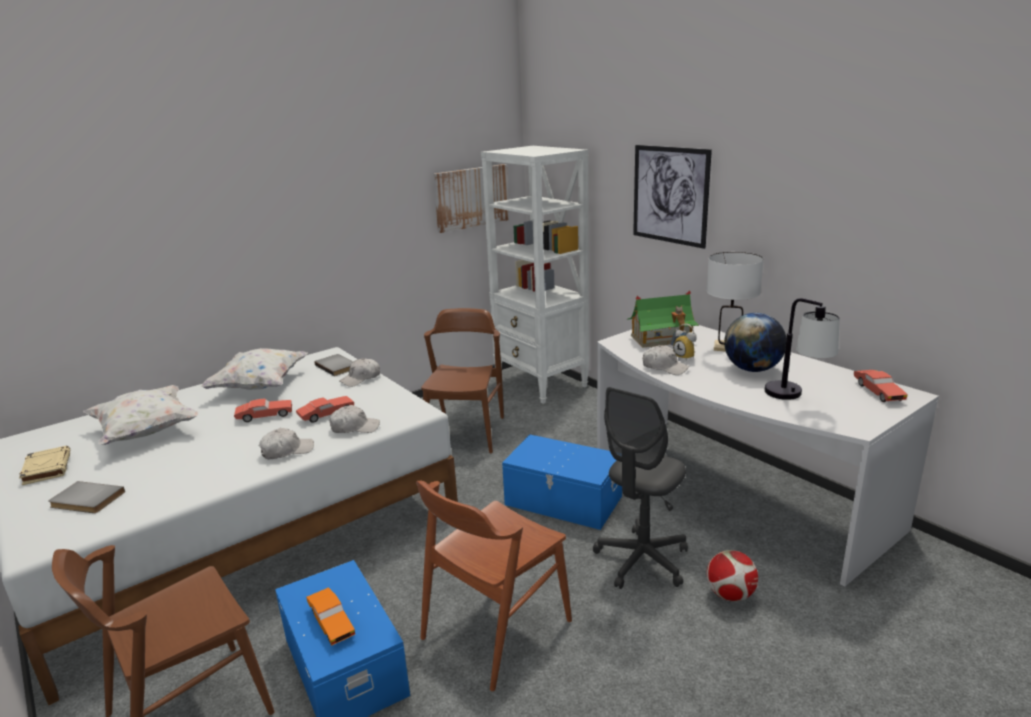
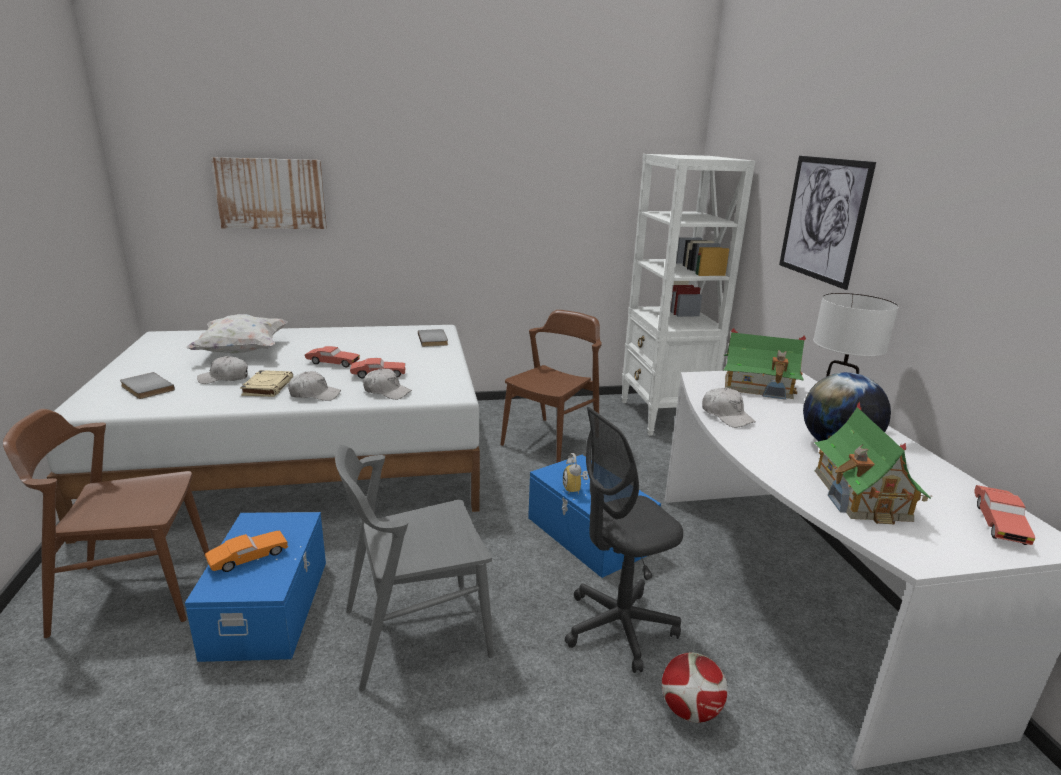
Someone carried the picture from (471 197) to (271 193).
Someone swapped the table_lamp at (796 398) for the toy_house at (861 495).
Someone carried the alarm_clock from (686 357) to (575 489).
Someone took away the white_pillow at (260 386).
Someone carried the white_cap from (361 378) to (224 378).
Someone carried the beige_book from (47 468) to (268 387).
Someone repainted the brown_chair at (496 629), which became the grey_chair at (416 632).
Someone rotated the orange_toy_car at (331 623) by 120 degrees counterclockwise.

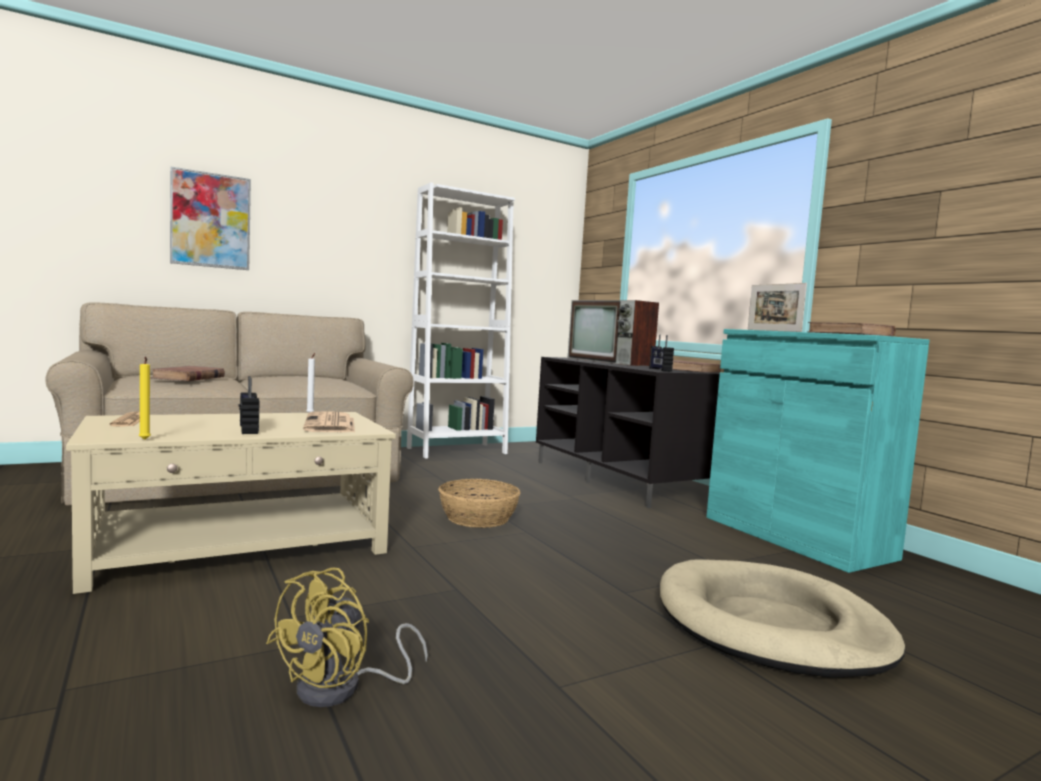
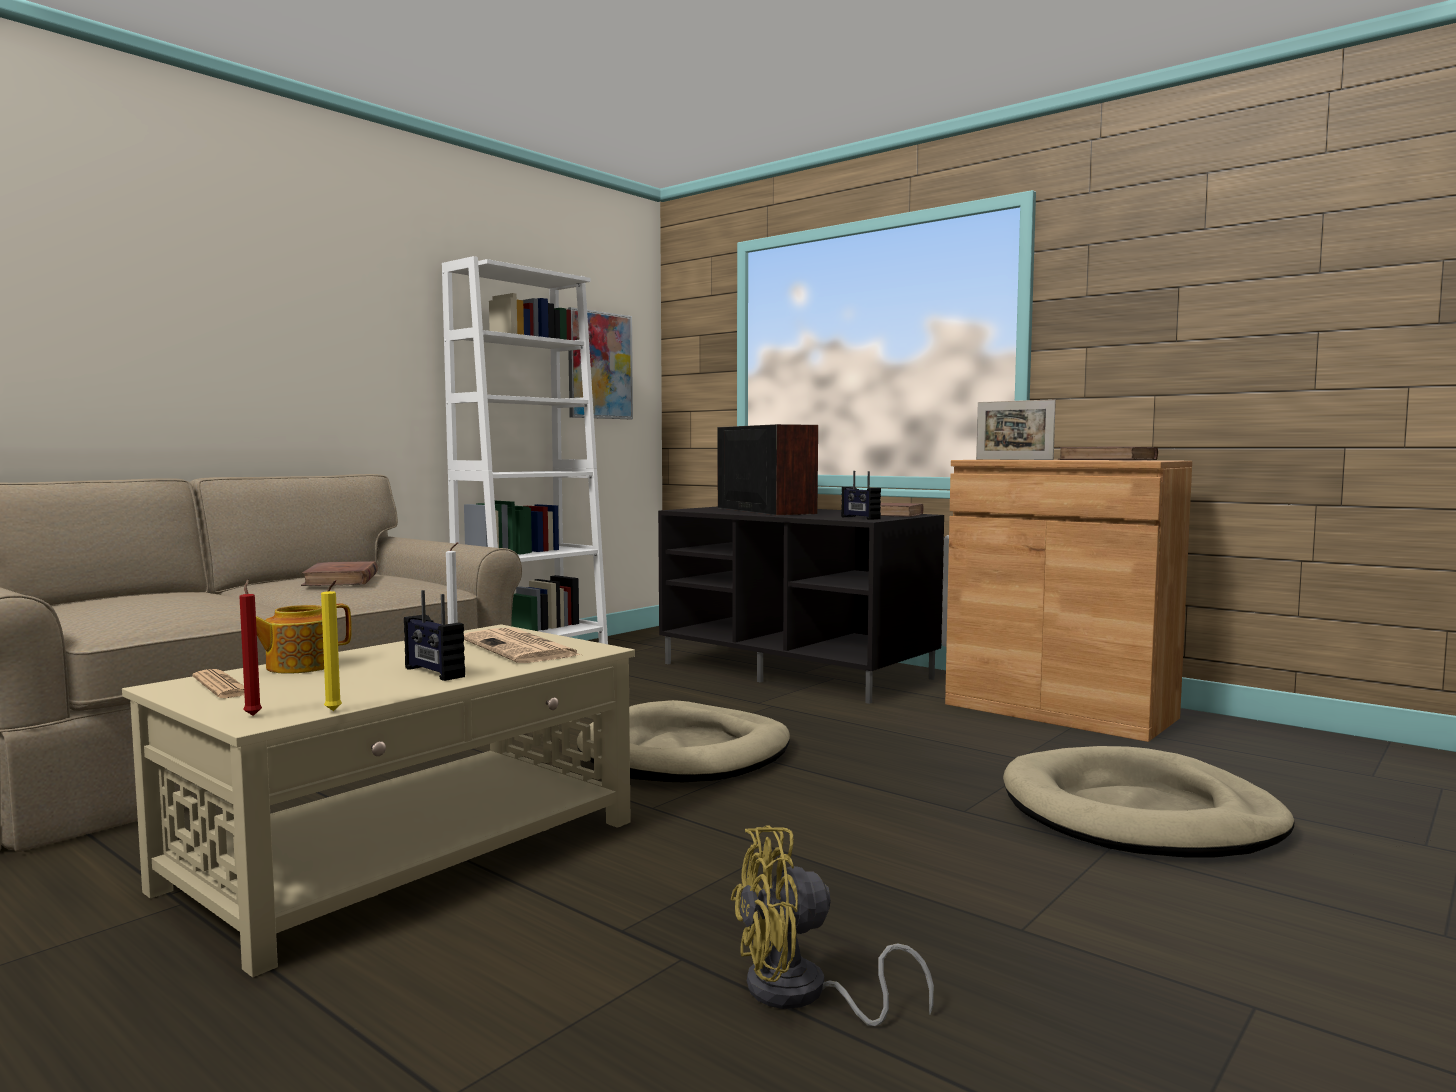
Someone carried the picture from (210 220) to (600 365).
Someone rotated the television at (610 362) by 150 degrees counterclockwise.
Someone repainted the turquoise_cabinet at (796 537), which became the brown_cabinet at (1059 711).
Someone carried the brown_book from (188 378) to (341 580).
Someone swapped the basket at (478 518) for the beige_dog_bed at (686 753).
Someone rotated the yellow_fan at (343 689) by 75 degrees clockwise.
Someone put down the red_candle at (253 715).
Someone put down the teapot at (299 666).

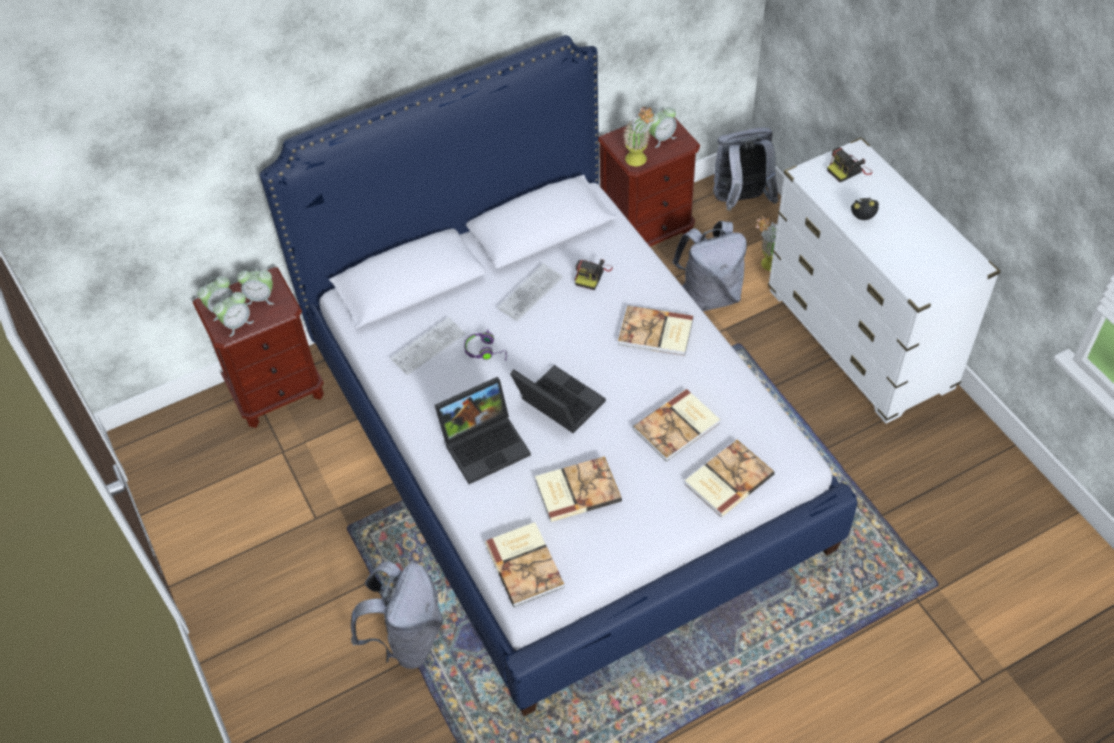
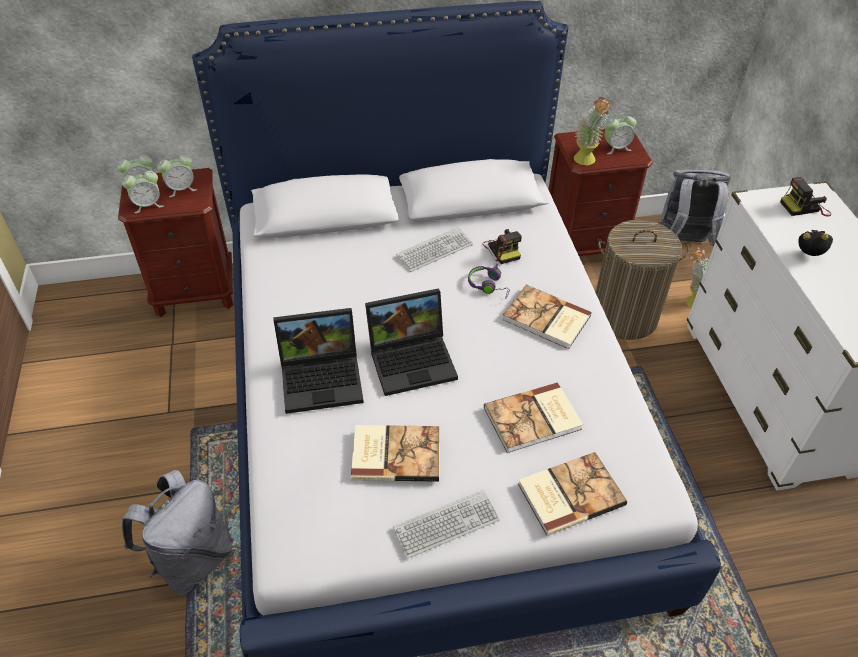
Someone swapped the grey_backpack at (709 296) for the laundry_basket at (624 316).
Someone rotated the photo_camera at (592 275) by 60 degrees counterclockwise.
Someone rotated the alarm_clock at (261 298) by 45 degrees counterclockwise.
Someone carried the keyboard from (428 347) to (446 524).
Someone carried the purple_headphones from (486 351) to (489 286).
Someone rotated the laptop at (556 404) by 105 degrees clockwise.
Someone took away the book at (526 564).

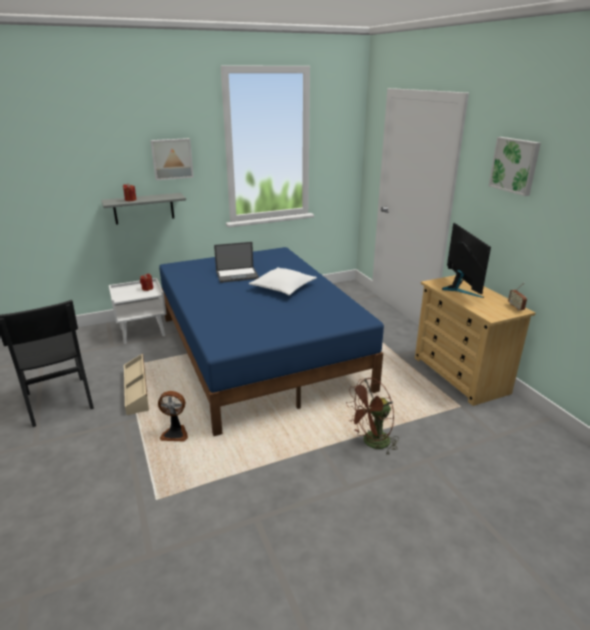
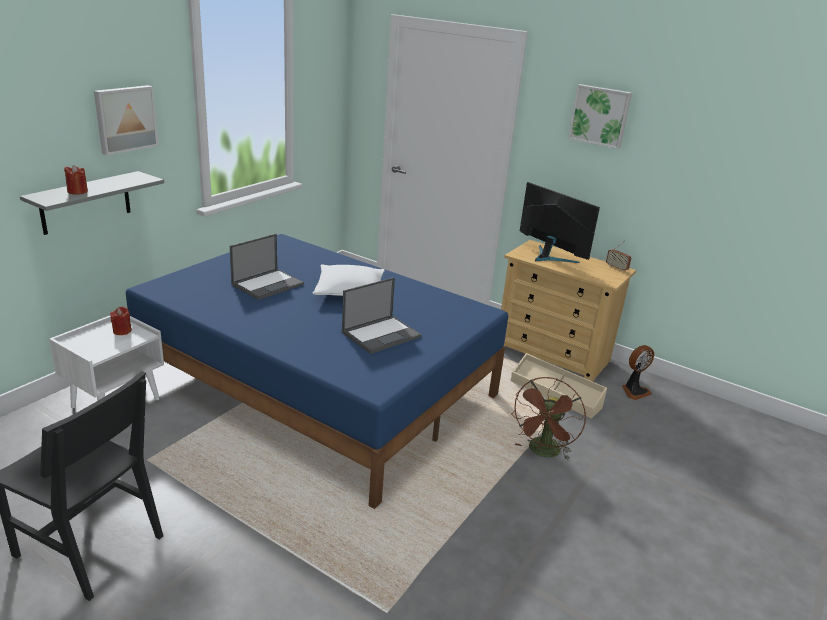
Someone carried the beige_storage_box from (137 390) to (556 394).
Someone carried the fan from (175 433) to (634 391).
Someone put down the laptop at (381 334).

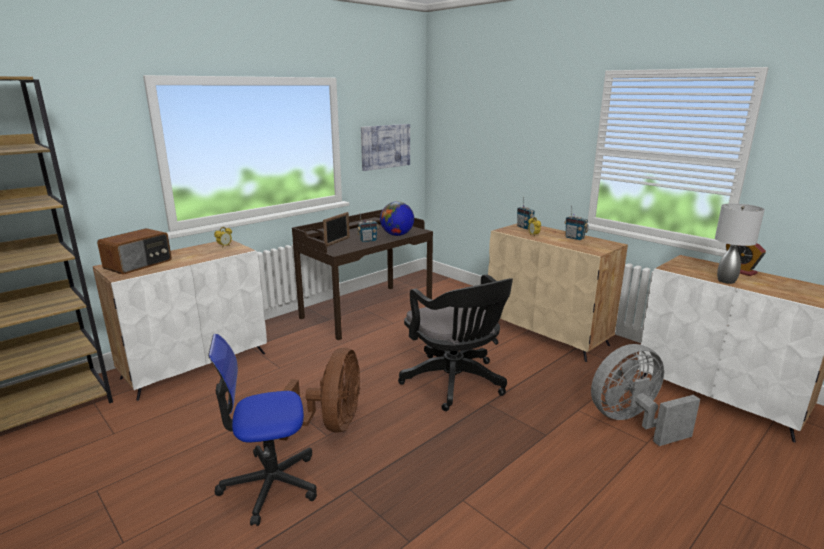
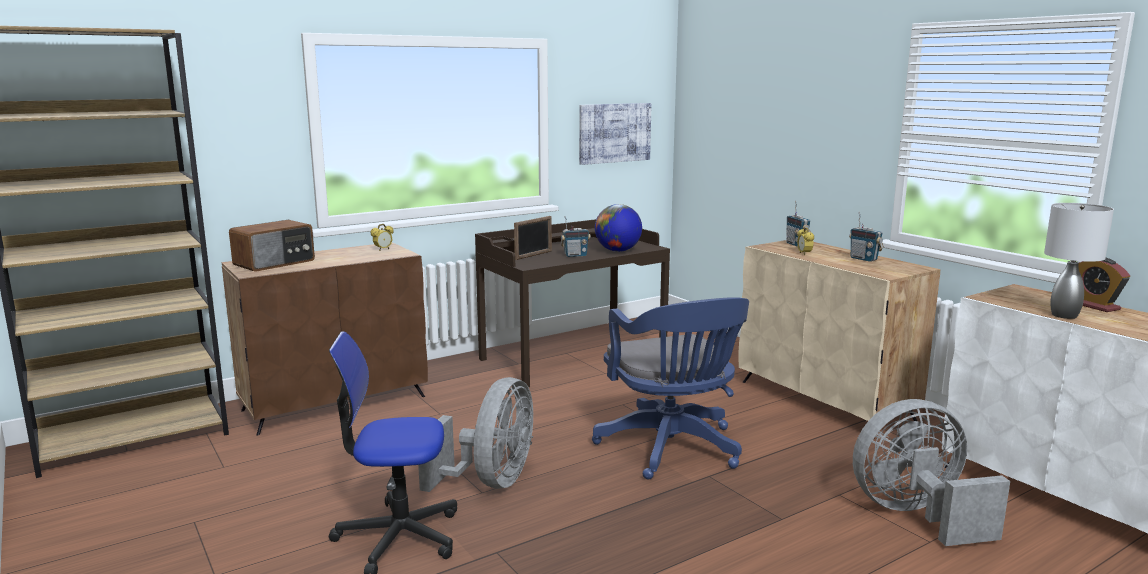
Someone repainted the white_cabinet at (196 365), which became the brown_cabinet at (336 403).
Someone repainted the black_office_chair at (456 384), which became the blue_office_chair at (672 450).
Someone repainted the brown_fan at (331 425), which became the grey_fan at (491 481).

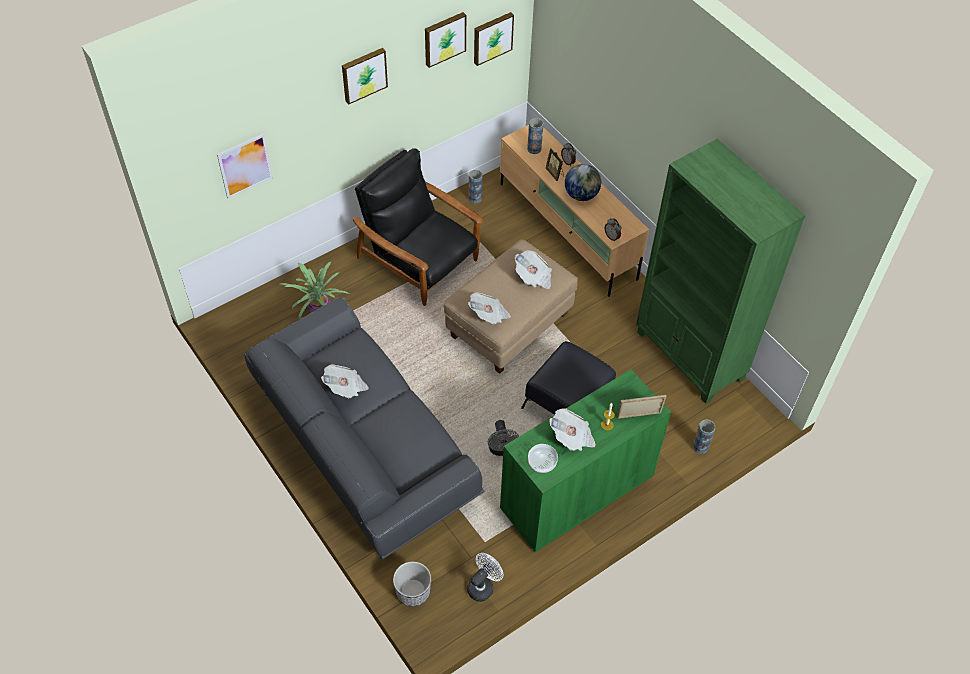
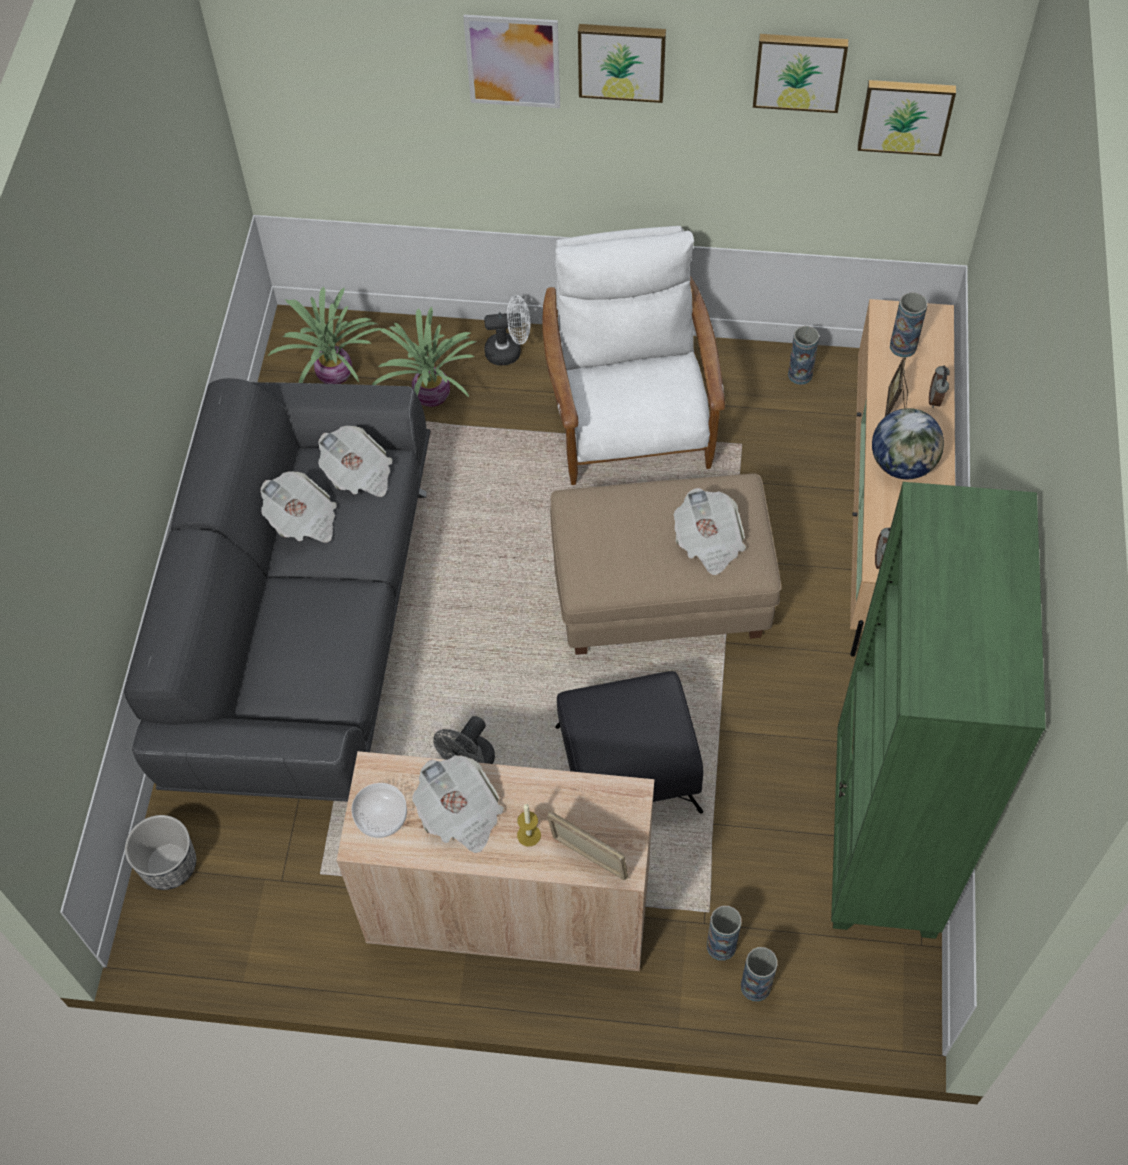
Someone carried the picture from (245 166) to (513 61).
Someone repainted the black_armchair at (419 260), which became the white_armchair at (629 414).
Someone carried the newspaper from (489 315) to (358 474).
Someone repainted the green_cabinet at (577 492), which became the beige_cabinet at (509 906).
Someone carried the white_fan from (483 586) to (509 351).
Someone put down the potted_plant at (335 373).
Someone put down the vase at (721 946).

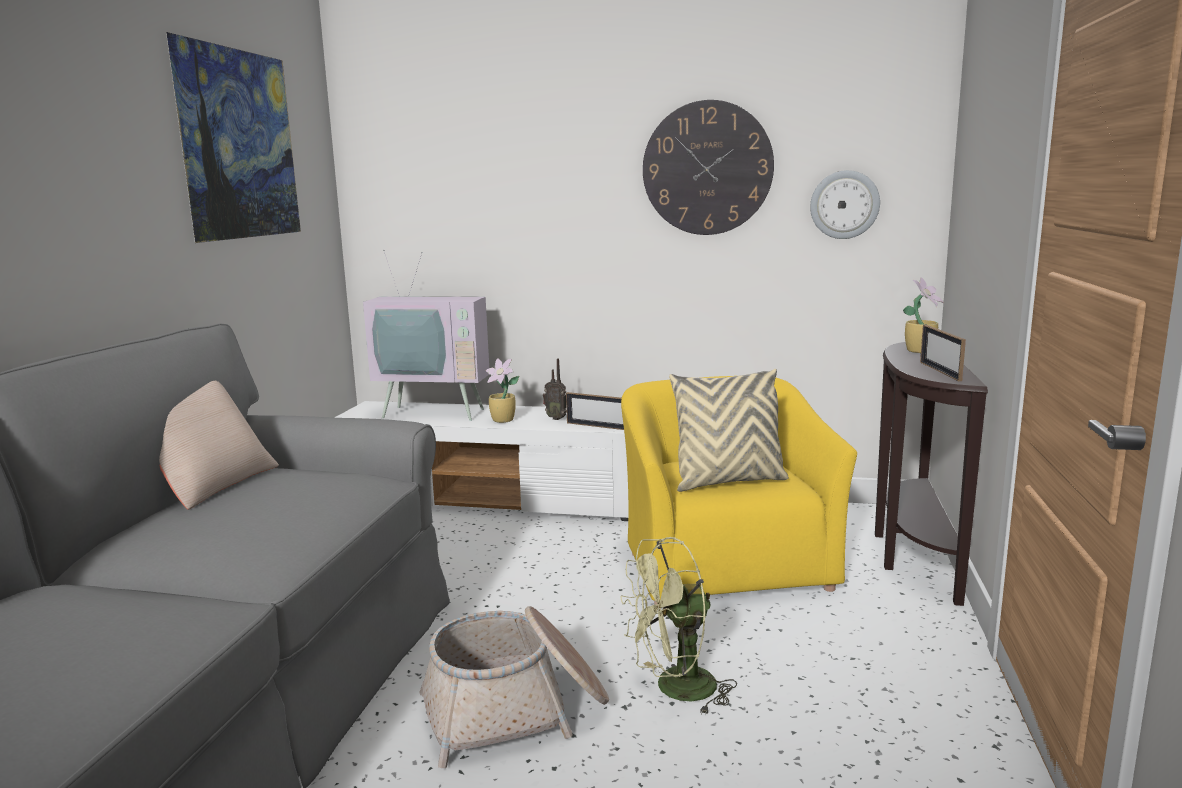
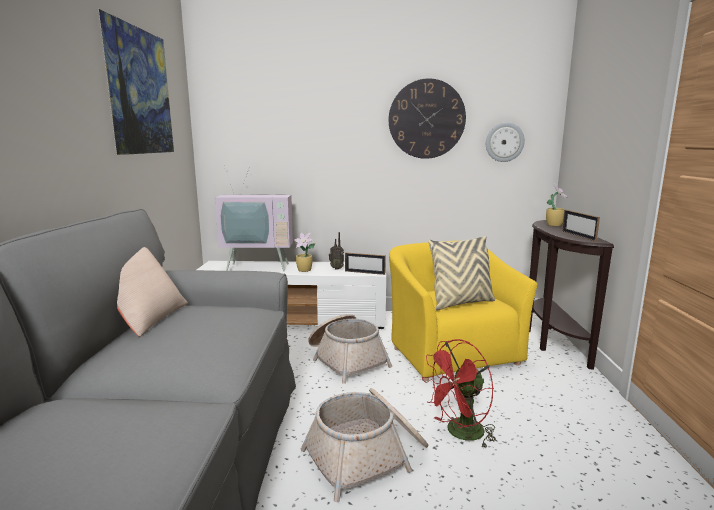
Someone repainted the green_fan at (675 690), which became the red_fan at (460 433).
Someone put down the basket at (346 360).

